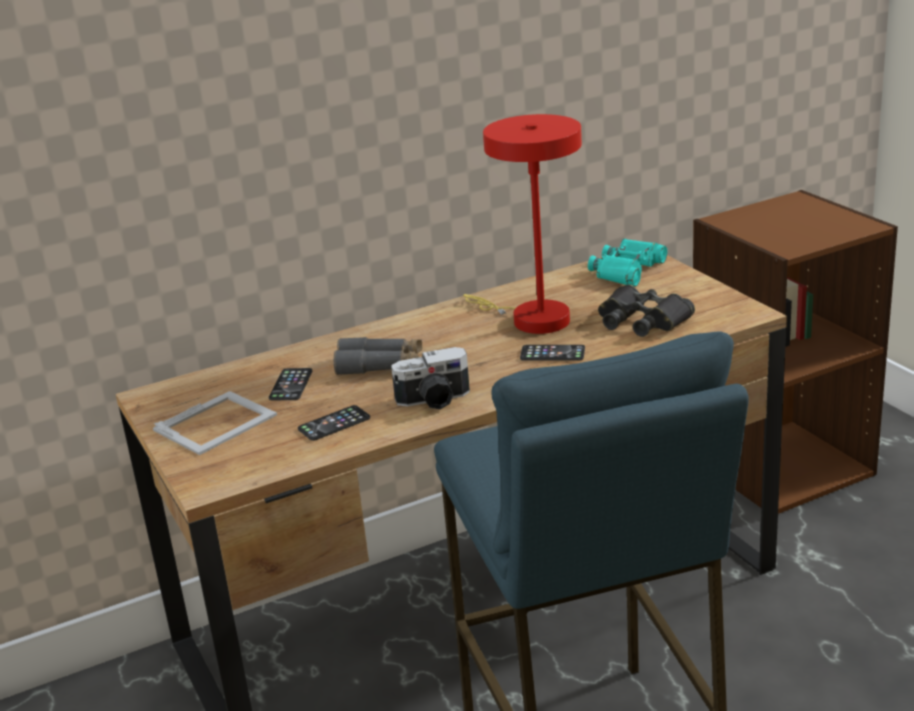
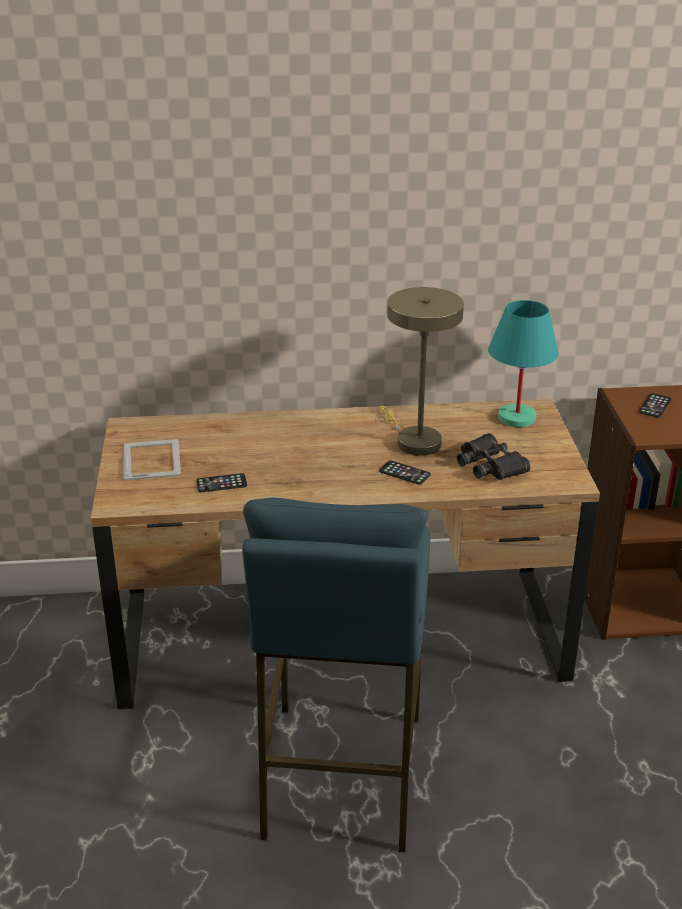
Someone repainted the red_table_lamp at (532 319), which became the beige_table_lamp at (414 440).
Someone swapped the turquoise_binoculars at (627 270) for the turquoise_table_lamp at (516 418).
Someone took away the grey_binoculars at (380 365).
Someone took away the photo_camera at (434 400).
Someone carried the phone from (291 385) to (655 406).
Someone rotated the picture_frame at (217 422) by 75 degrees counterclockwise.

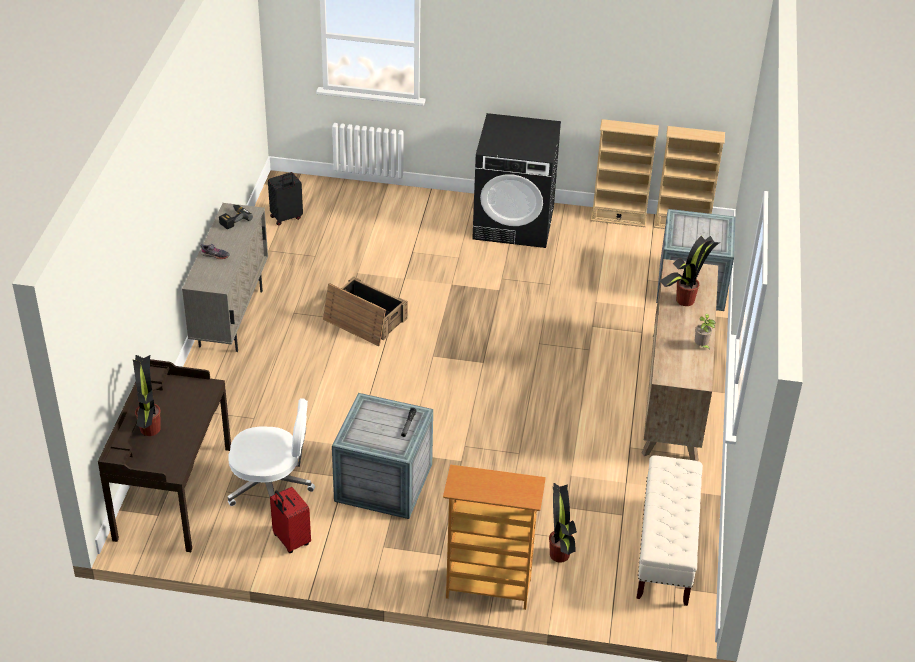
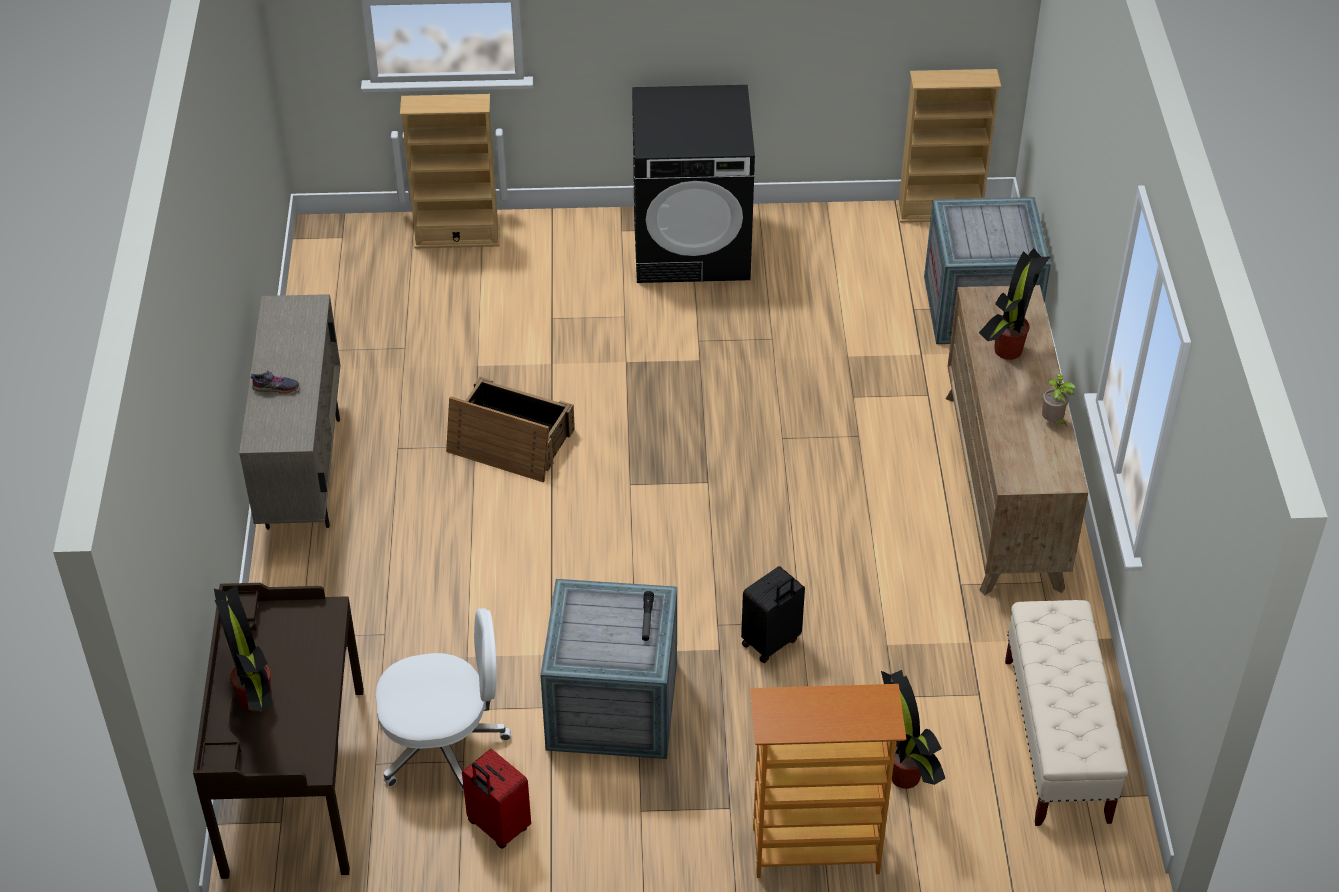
Someone carried the beige_bookcase from (618 218) to (457 238).
Someone carried the black_suitcase from (286 218) to (771 643).
Someone took away the power_drill at (233 219).

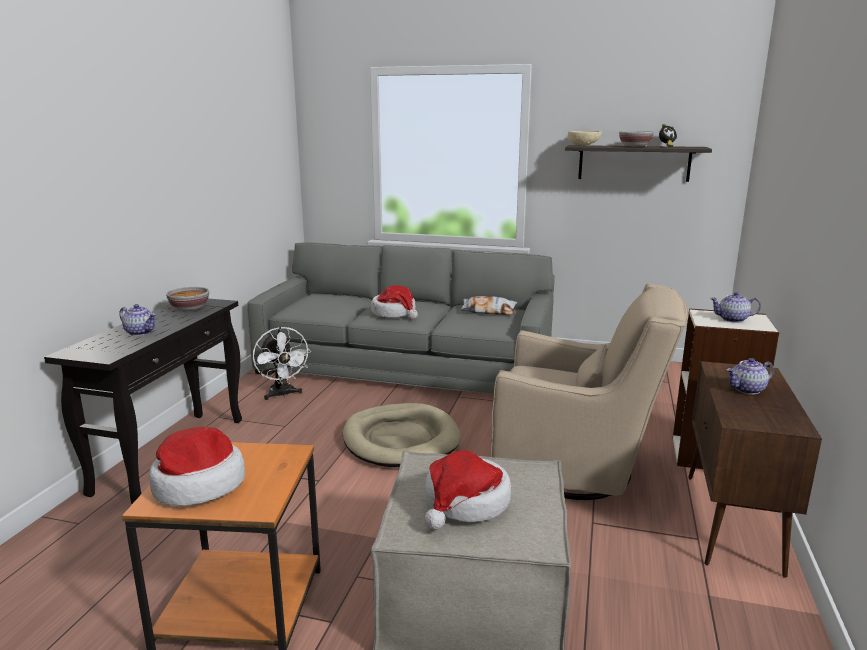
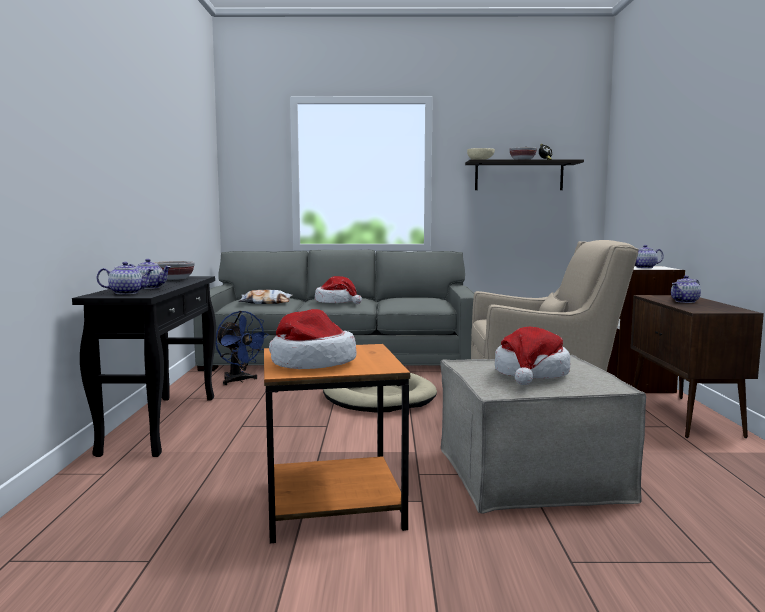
Someone carried the pillow from (488 311) to (265 303).
Someone repainted the white_fan at (282 395), which became the blue_fan at (239 381).
Someone put down the teapot at (127 293).

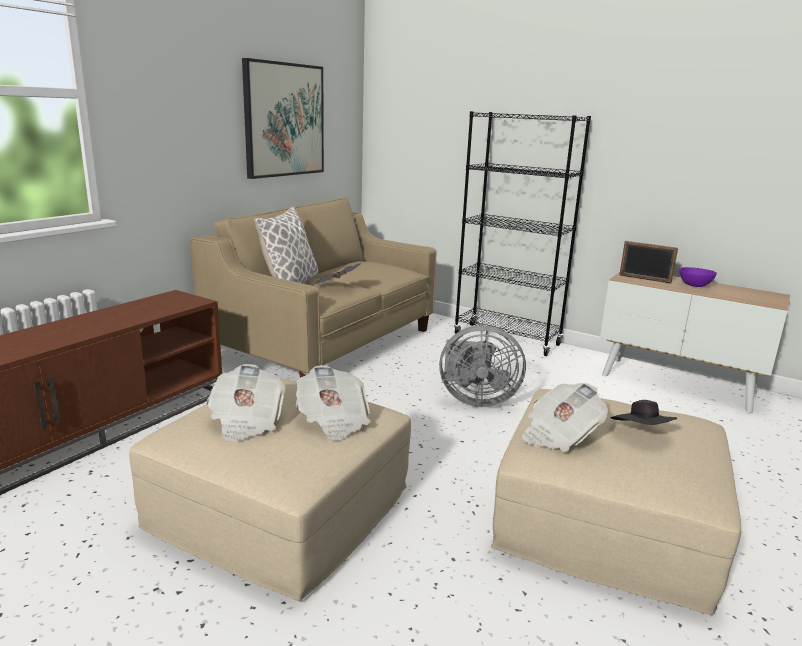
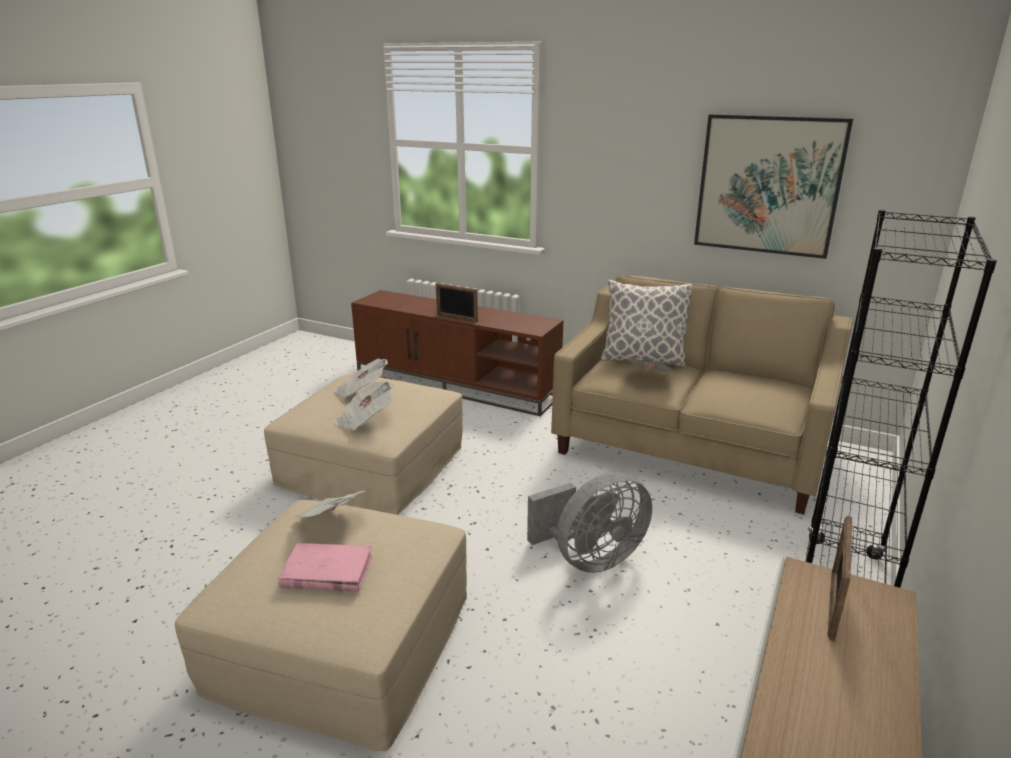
Someone took away the purple_bowl at (695 286).
Someone rotated the grey_fan at (475 400) by 120 degrees counterclockwise.
Someone swapped the black_hat at (641 433) for the pink_book at (326 572).
Someone put down the picture_frame at (456 318).

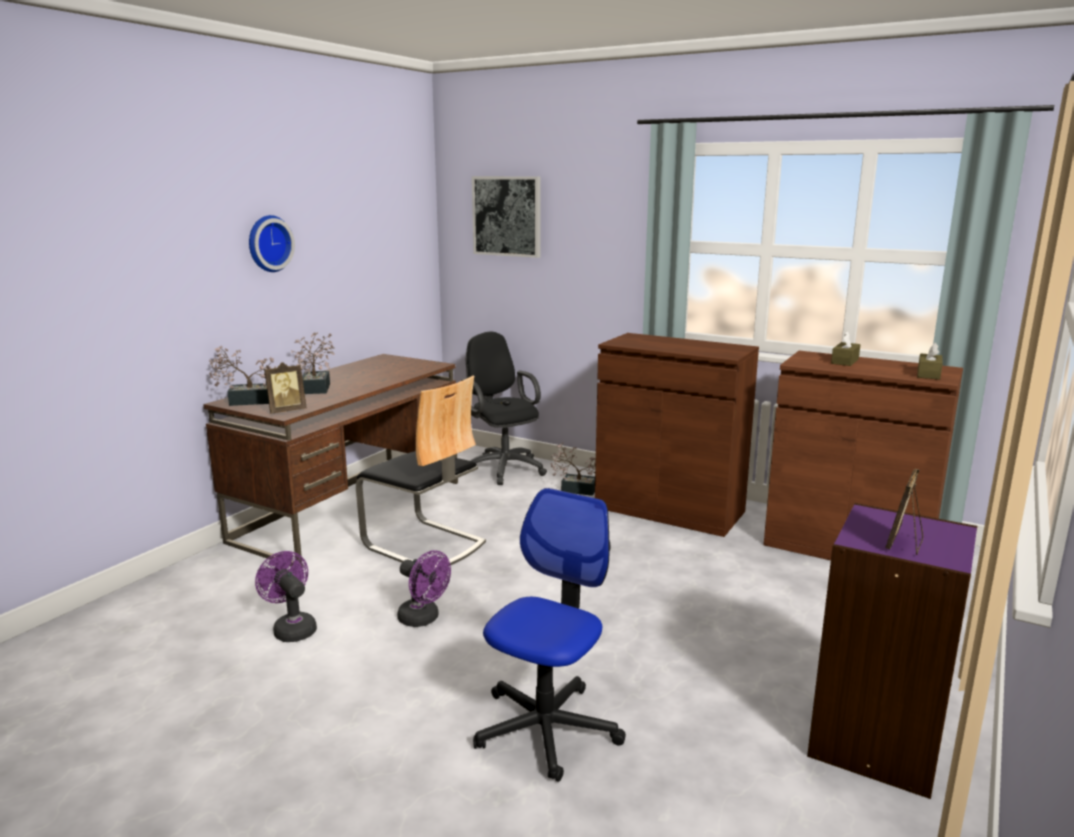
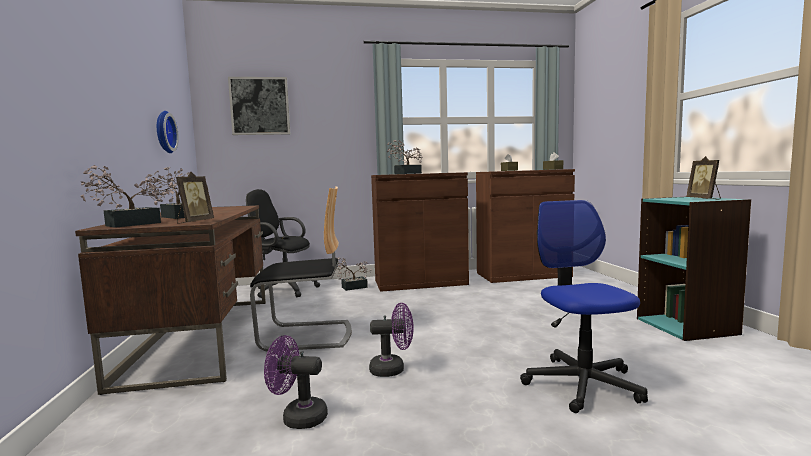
Someone carried the wall_clock from (268 243) to (163 132).
Someone repainted the purple_bookcase at (877 742), which became the turquoise_bookcase at (687 326).
Someone put down the potted_plant at (405 173).

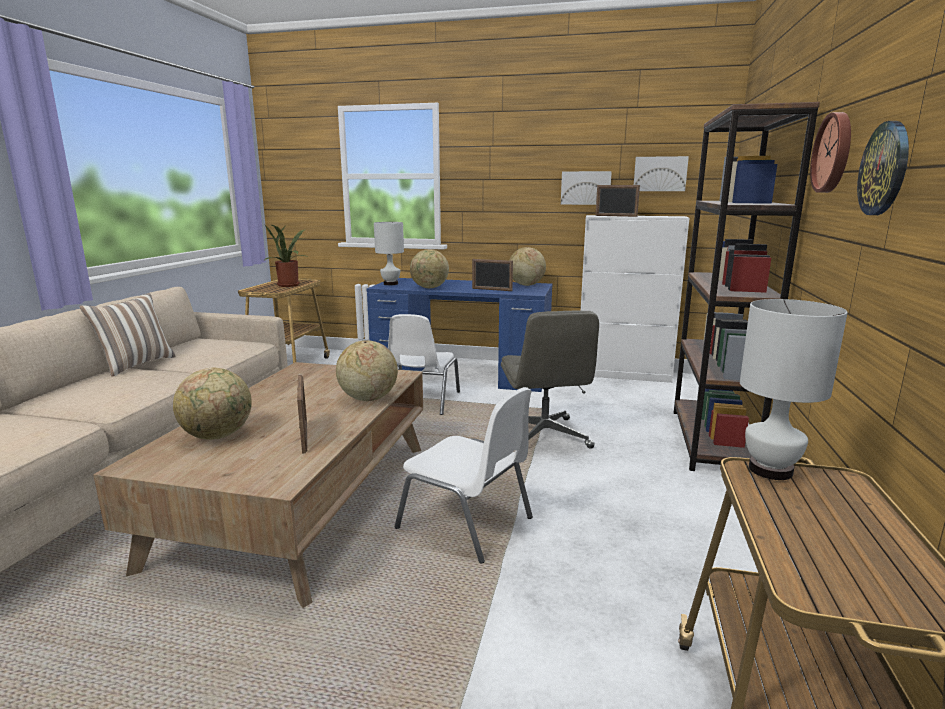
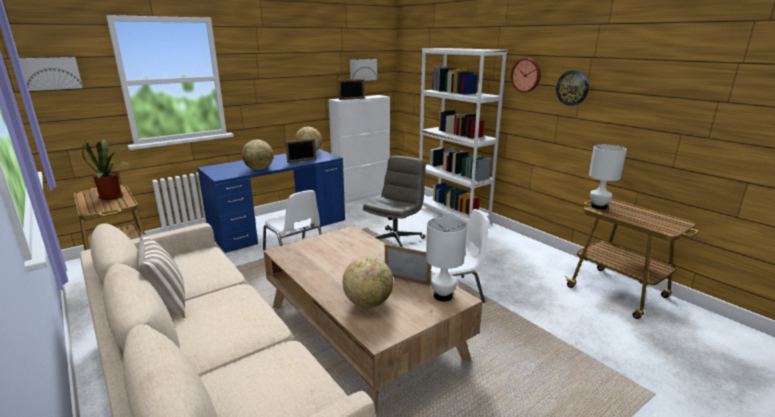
Someone repainted the brown_bookcase at (711 441), which became the white_bookcase at (453 214).
Someone carried the picture from (585 188) to (51 73).
Someone carried the white_table_lamp from (390 284) to (443 296).
Someone rotated the grey_office_chair at (545 436) by 90 degrees counterclockwise.
Someone took away the globe at (368 399).

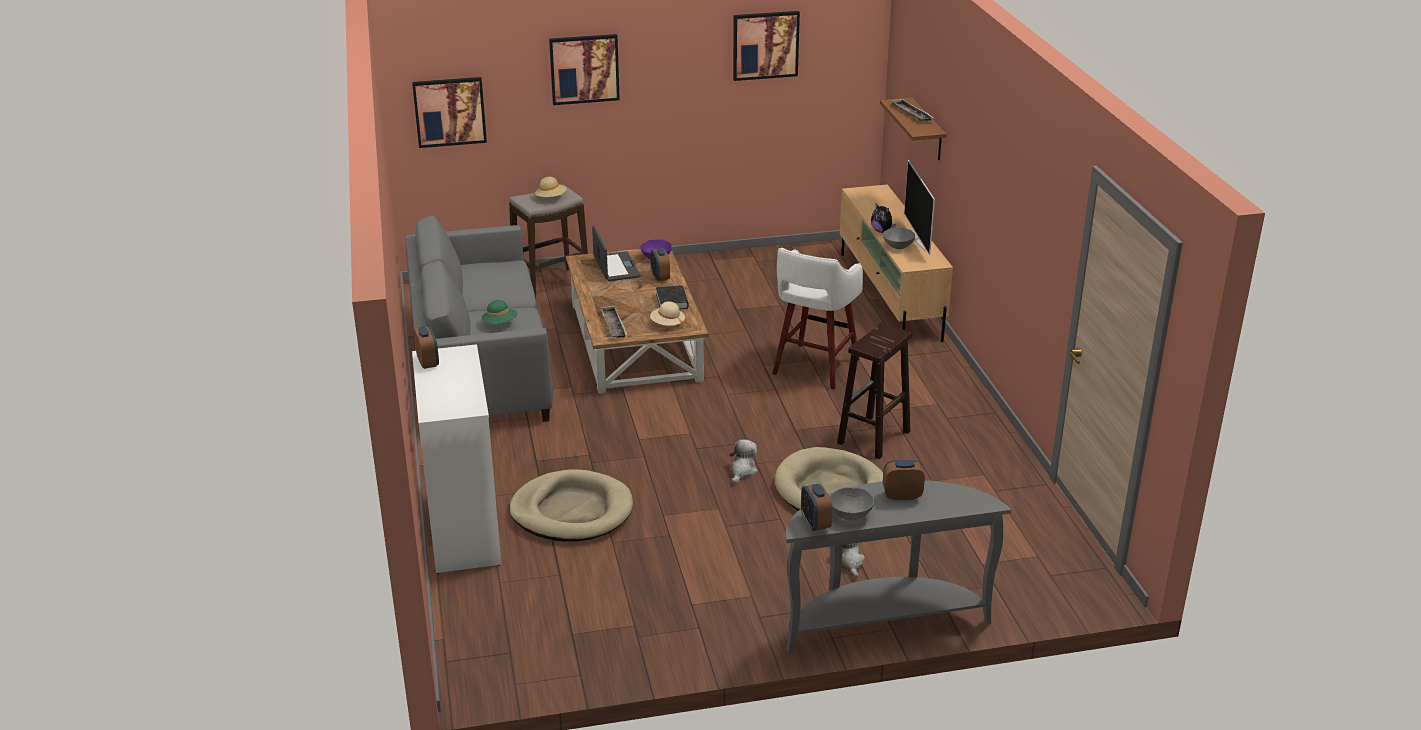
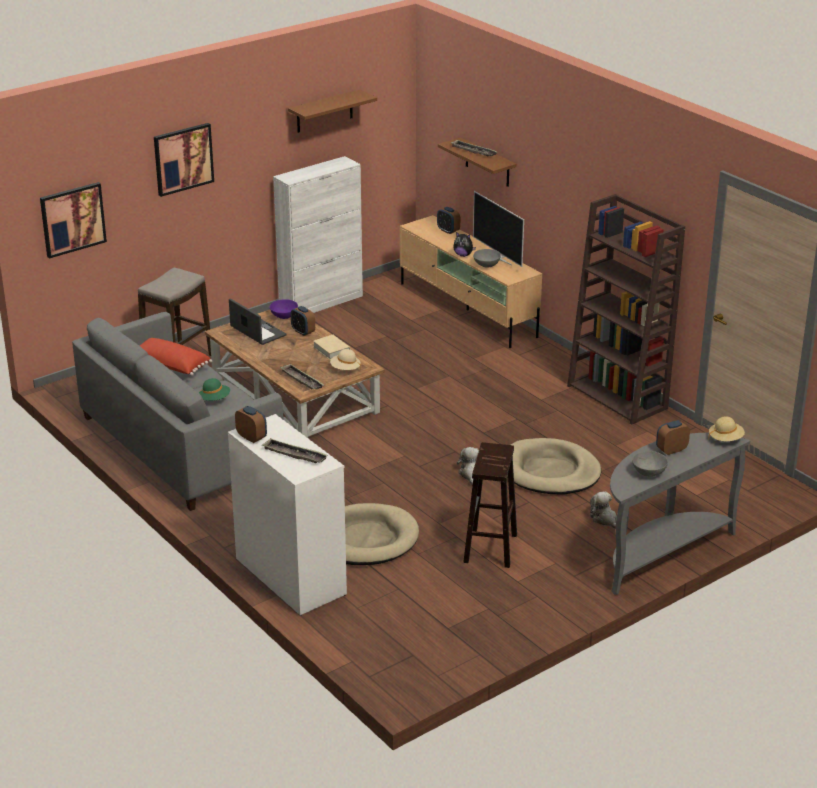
Someone swapped the picture at (765 45) for the brown_shelf at (324 111).
Someone carried the beige_hat from (551 198) to (725 439).
Someone took away the white_stool at (814 368).
Someone repainted the black_book at (672 301), which became the beige_book at (331 350).
Someone carried the brown_stool from (873 438) to (490 549).
Someone carried the alarm_clock from (815 523) to (448 231).
Someone put down the white_cabinet at (321 302).
Someone put down the brown_bookcase at (618 397).
Someone put down the red_pillow at (169 366).
Someone put down the tray at (294 455).

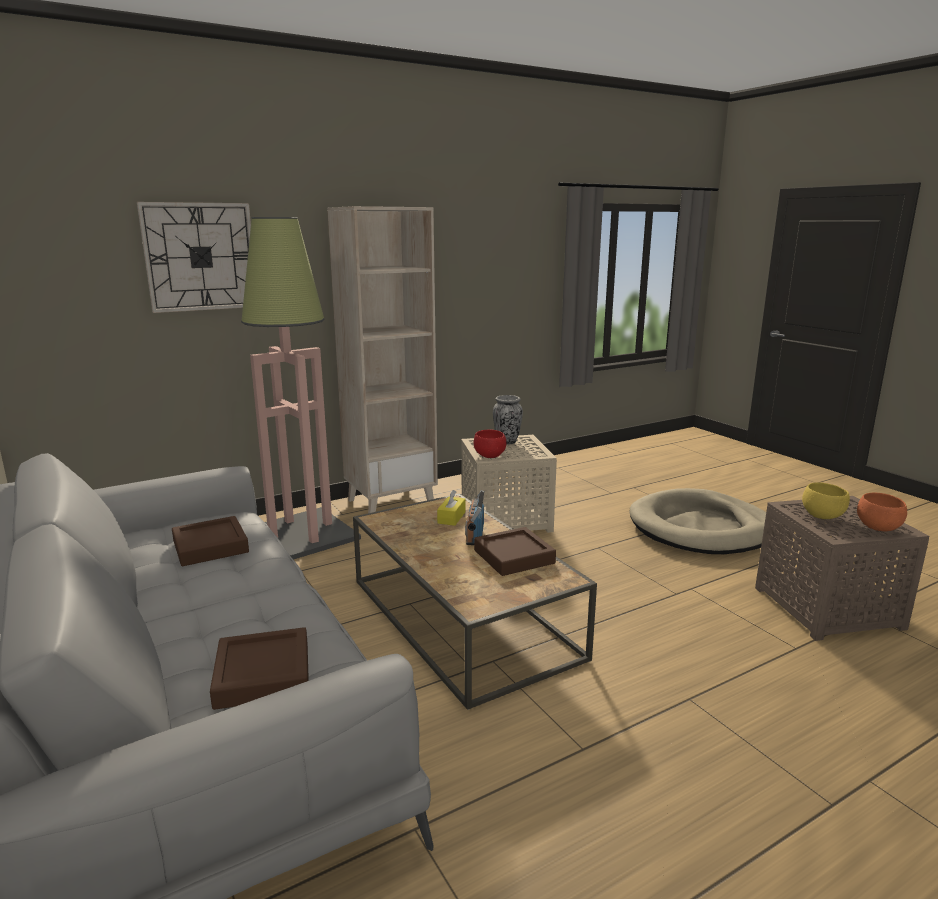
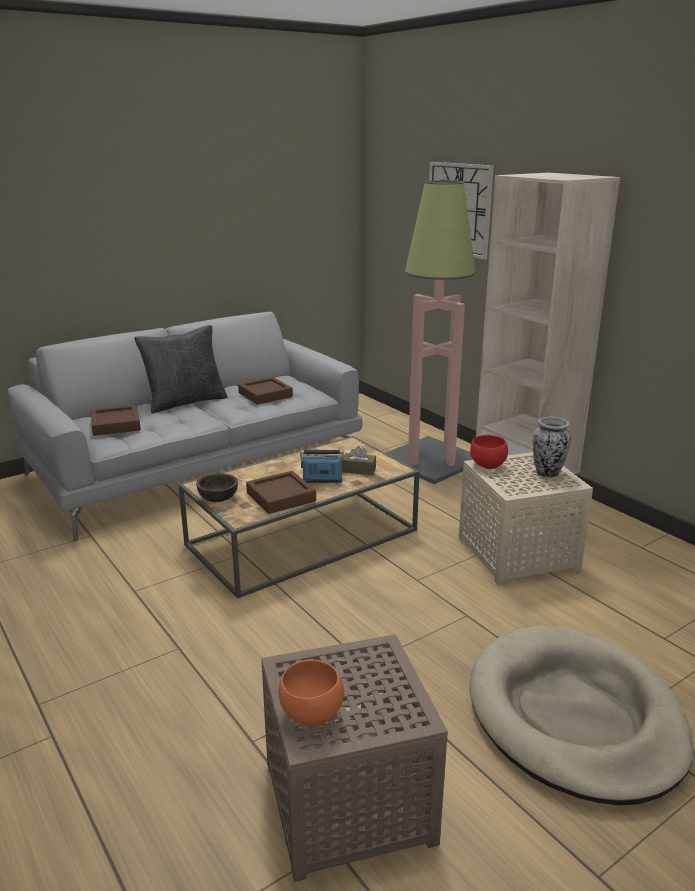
Someone took away the yellow_bowl at (823 516).
Someone repainted the yellow_tissue_box at (451 517), which became the brown_tissue_box at (358 470).
Someone put down the black_pillow at (185 402).
Someone put down the brown_bowl at (218 498).

